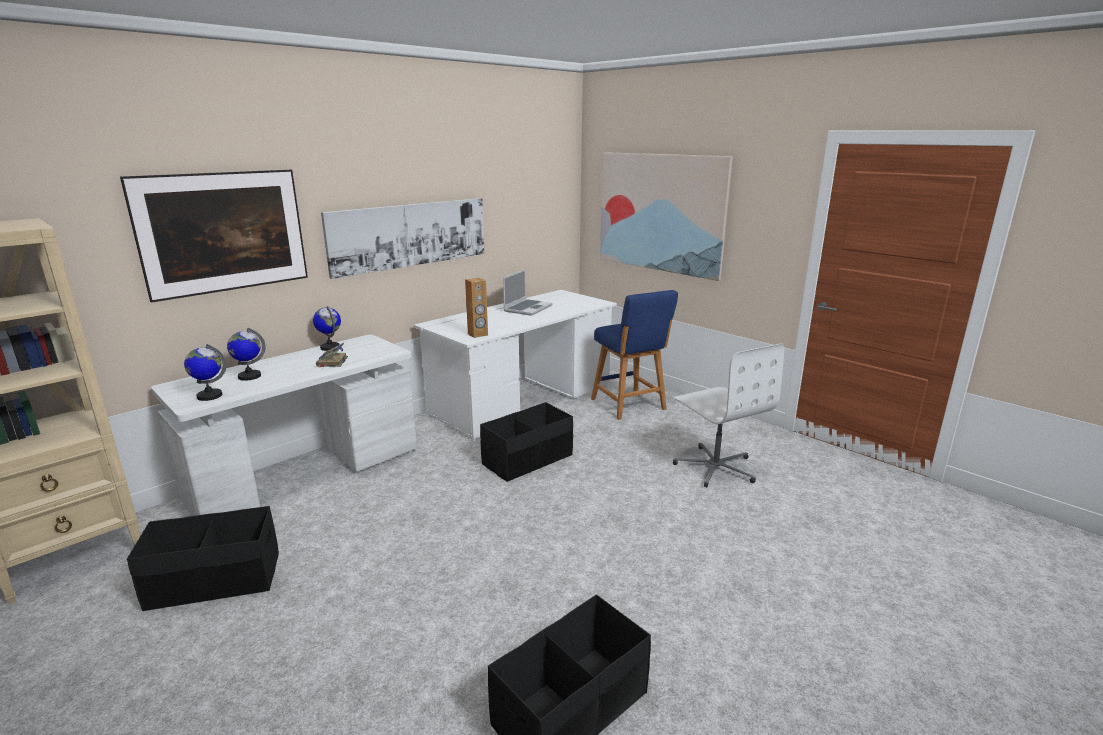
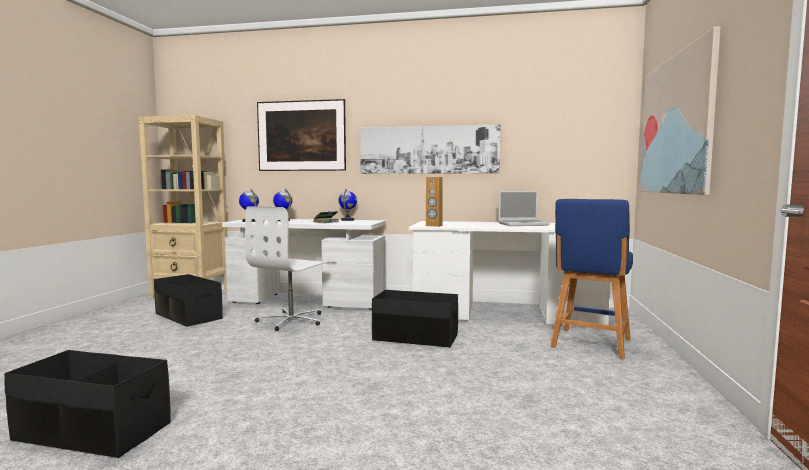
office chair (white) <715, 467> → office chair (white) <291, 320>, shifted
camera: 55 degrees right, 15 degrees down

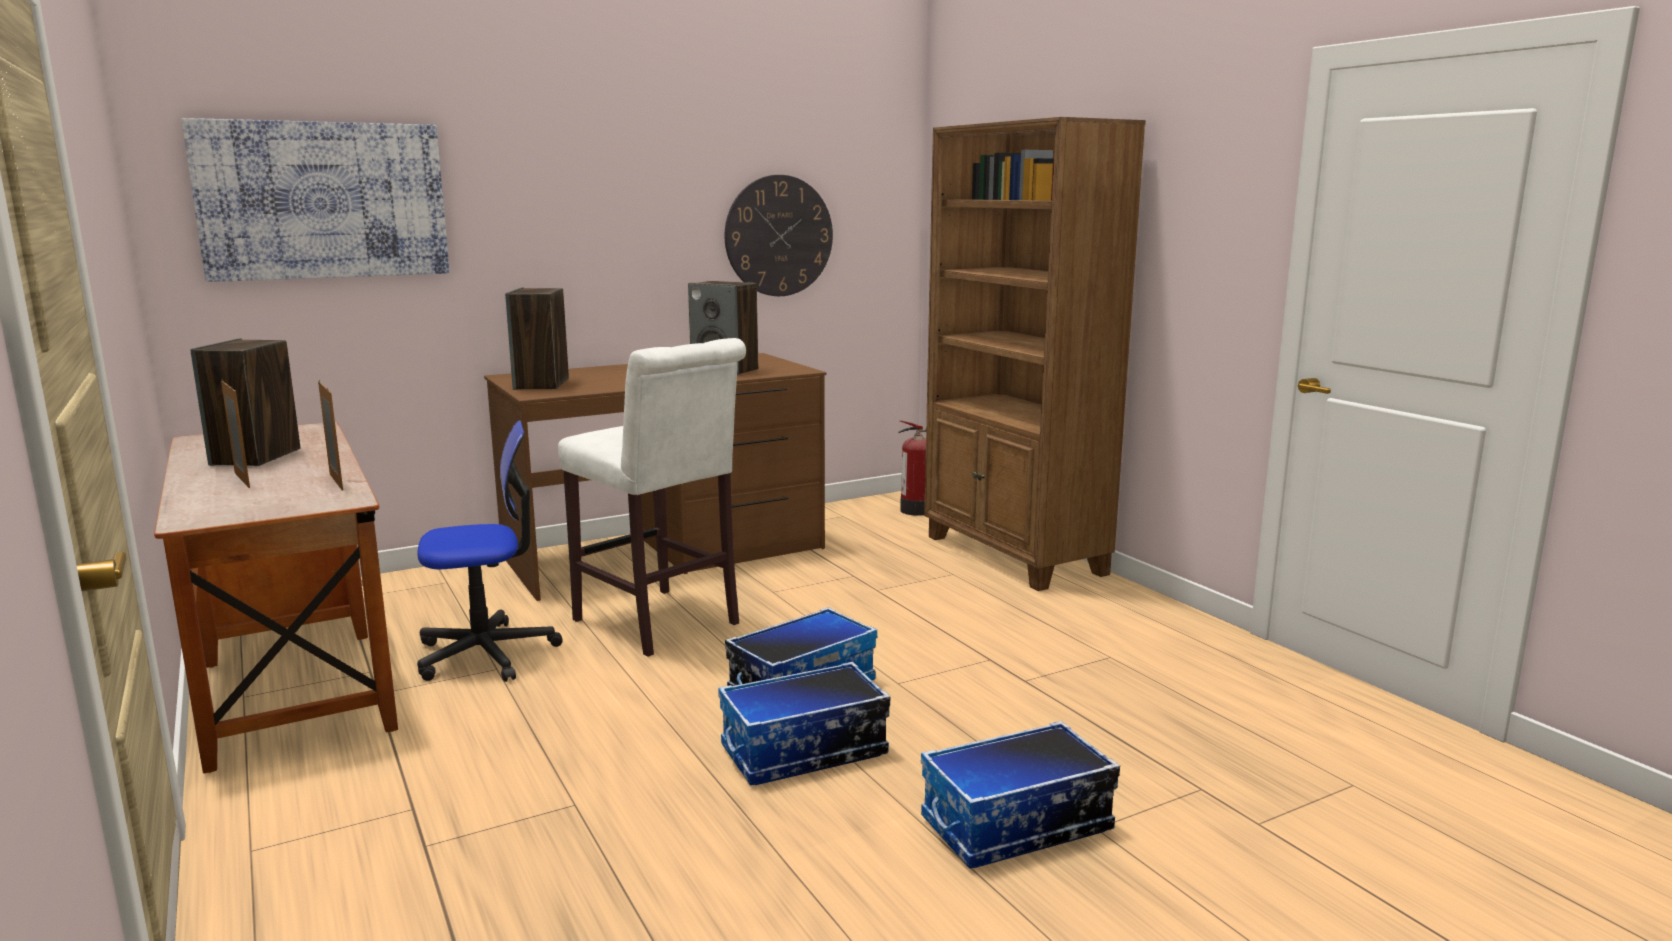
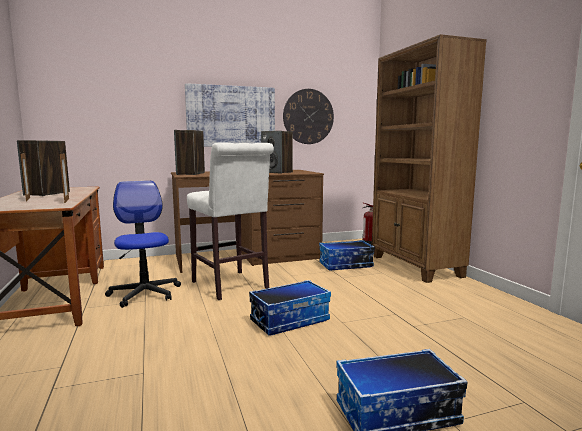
picture <323, 200> → picture <231, 116>, shifted
office chair <486, 654> → office chair <145, 294>, 105 degrees counterclockwise
storage box <804, 752> → storage box <345, 265>, shifted
camera: 10 degrees right, 5 degrees down

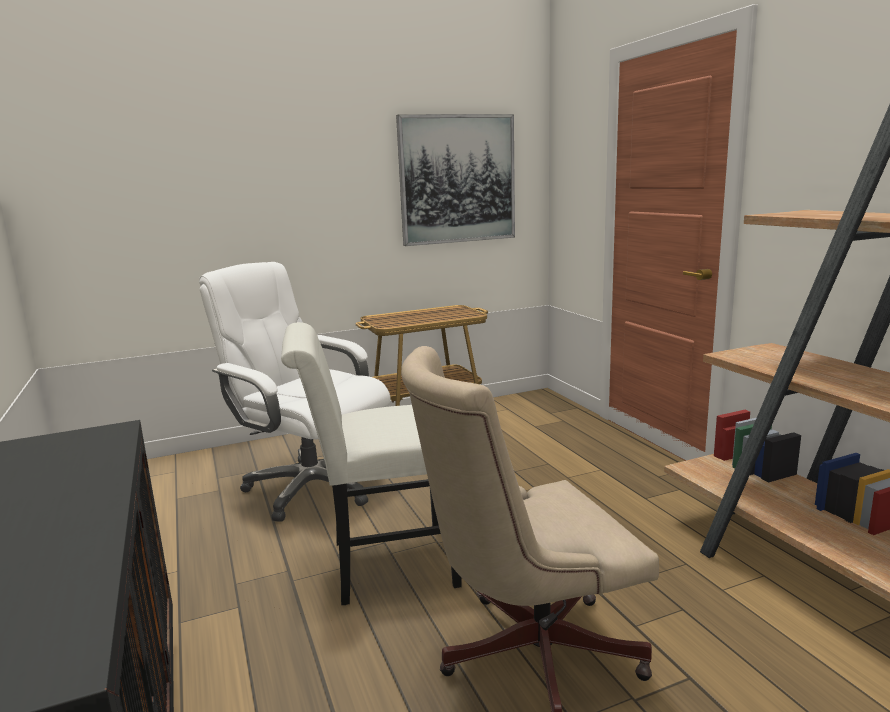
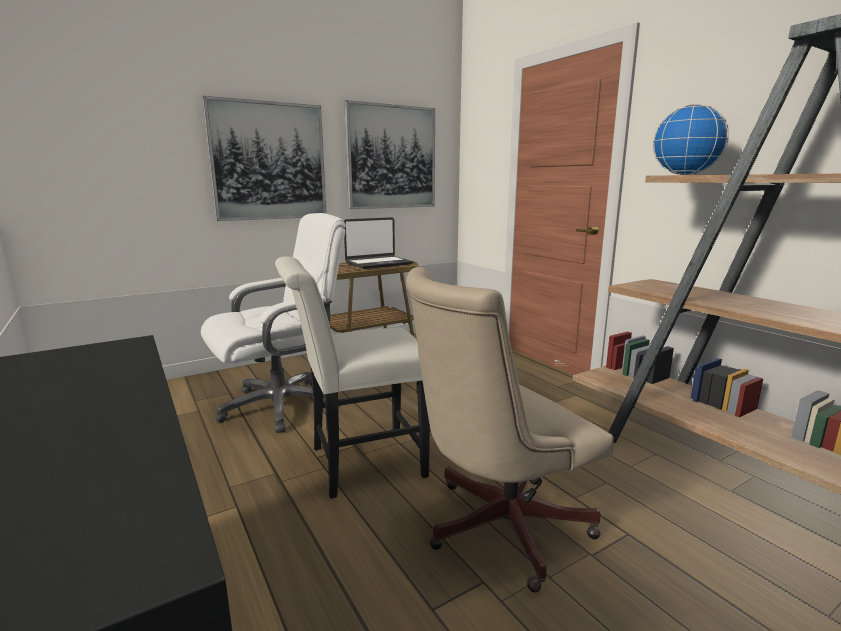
office chair (white) <310, 487> → office chair (white) <281, 405>, 120 degrees clockwise
- → picture <269, 161>
- → laptop <378, 263>
- → globe <685, 174>
camera: 10 degrees left, 0 degrees up

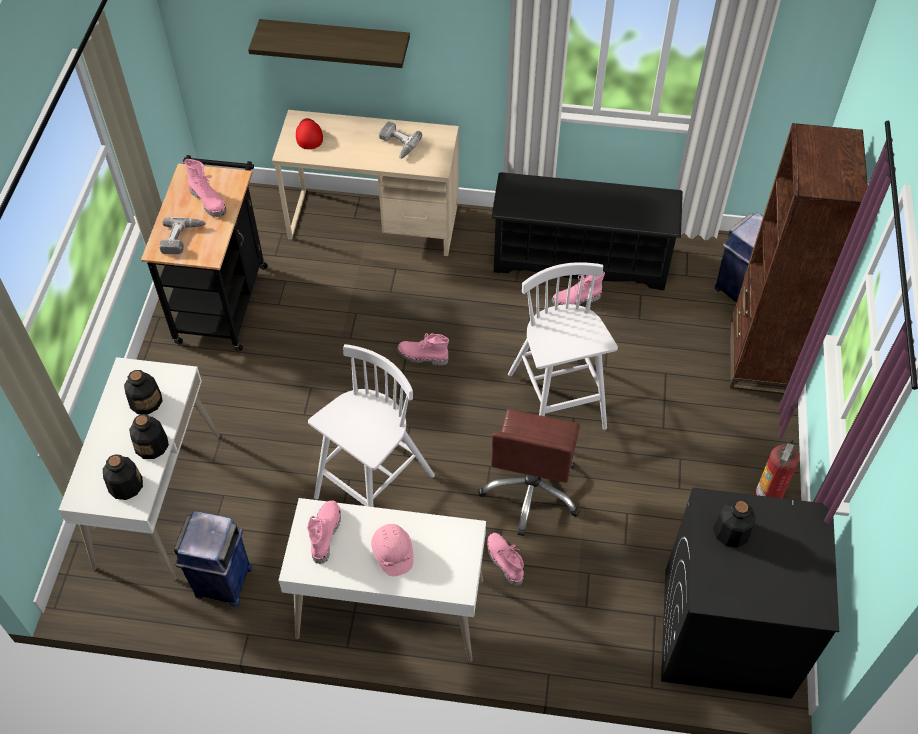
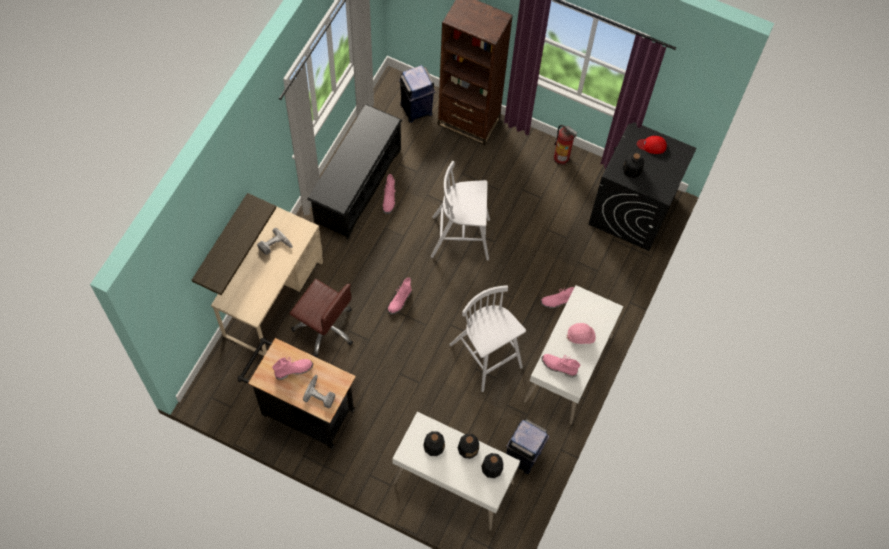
cap (red) <309, 135> → cap (red) <652, 145>, shifted
office chair (brown) <531, 491> → office chair (brown) <325, 327>, shifted
camera: 75 degrees left, 10 degrees up

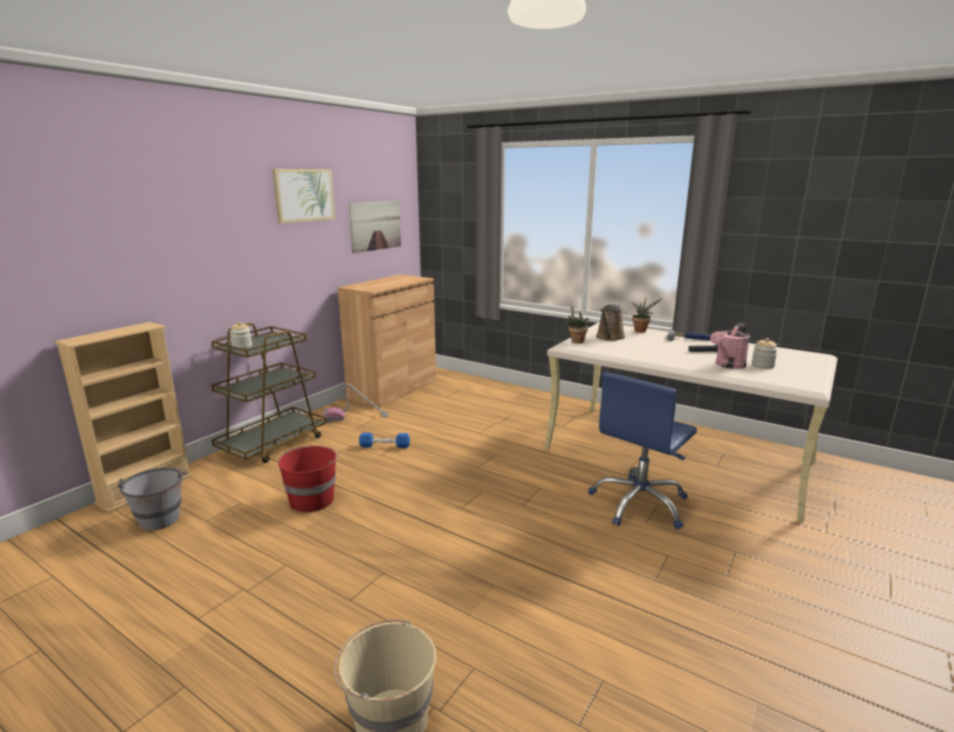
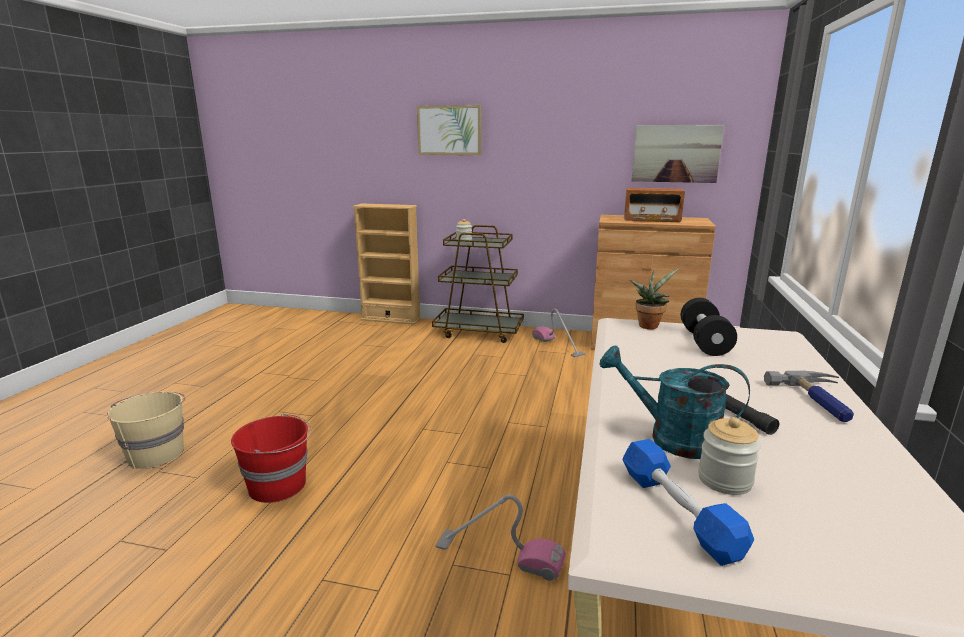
bucket (grey) <160, 516> → -
picture <304, 195> → picture <449, 130>, shifted
bucket (red) <312, 499> → bucket (red) <279, 485>, shifted
dumbbell (blue) <385, 446> → dumbbell (blue) <678, 512>, shifted
office chair (blue) <639, 504> → vacuum cleaner <499, 555>
watering can (brown) <609, 337> → dumbbell (black) <704, 342>
potted plant <641, 330> → -
watering can (pink) <728, 365> → watering can (turquoise) <671, 438>
- → radio <651, 220>
camera: 70 degrees right, 0 degrees up

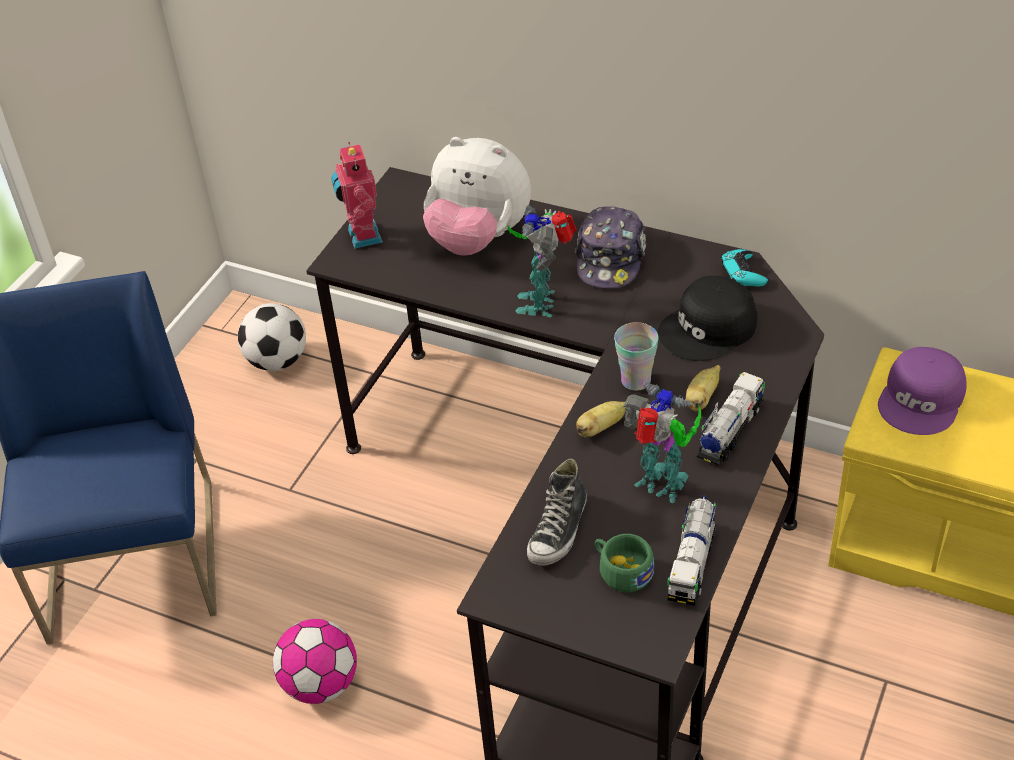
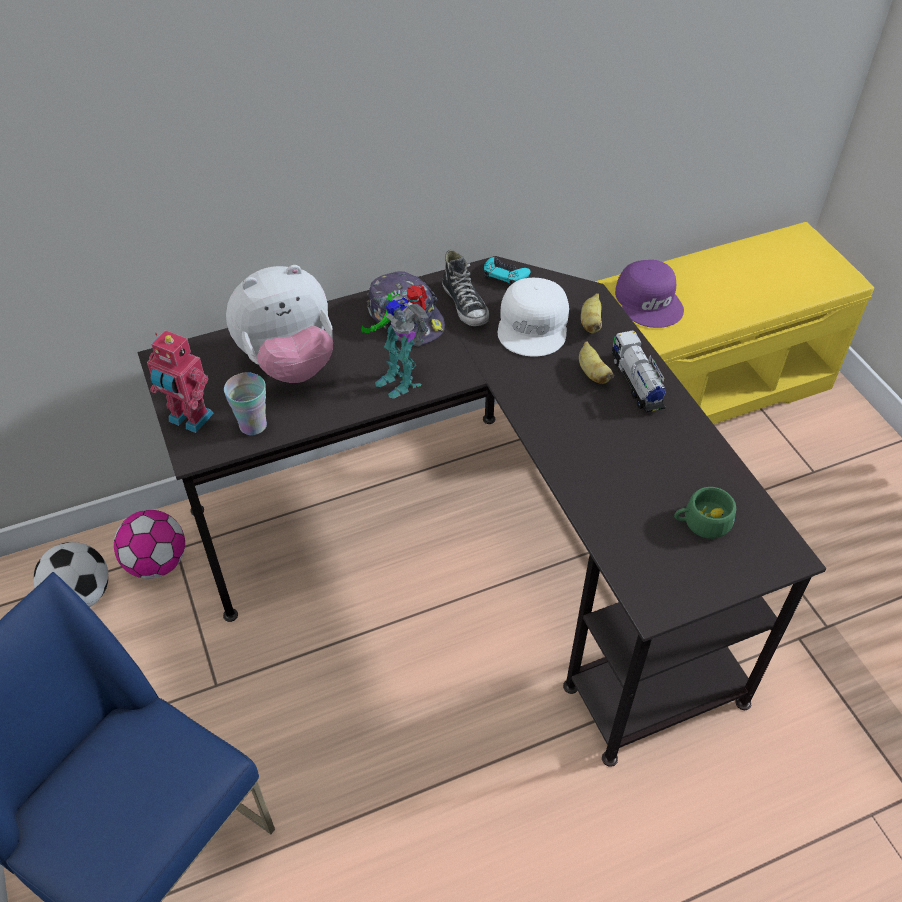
football <320, 684> → football <157, 563>, shifted
shoe <558, 531> → shoe <465, 305>, shifted
banana <601, 428> → banana <591, 323>, shifted
cup <636, 380> → cup <253, 425>, shifted
toy robot <662, 487> → -
cap (black) <708, 329> → cap (white) <534, 325>
toy truck <692, 563> → -
camera: 50 degrees left, 5 degrees up

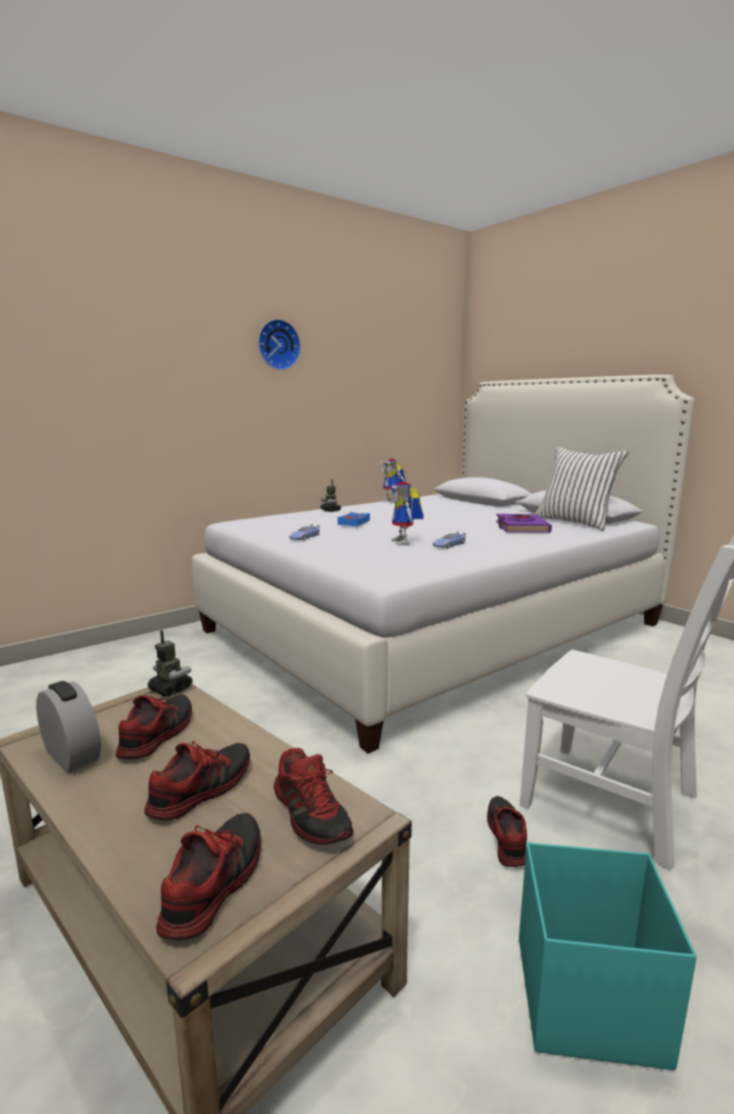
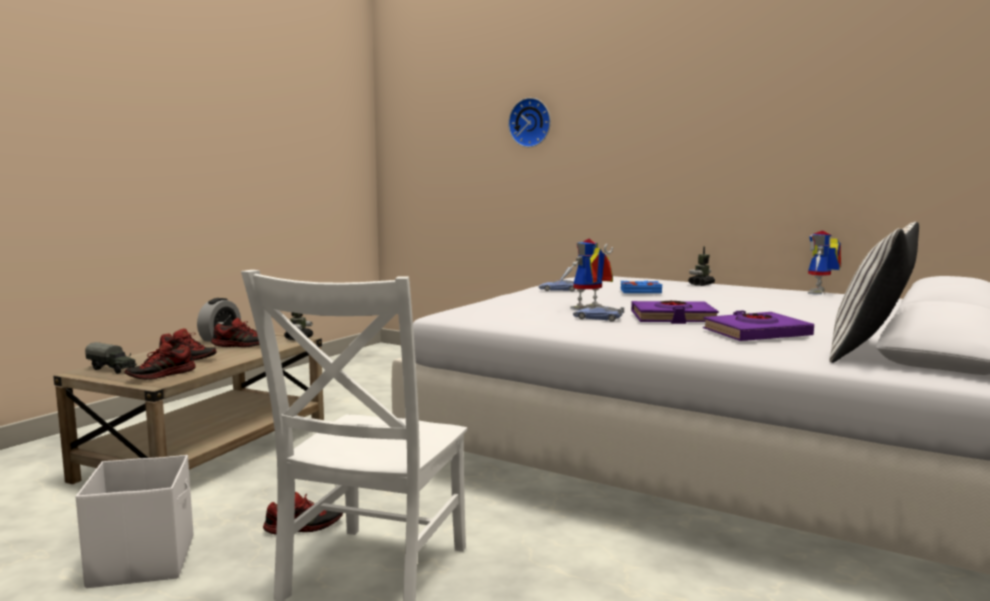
shoe <213, 884> → toy truck <112, 369>
wall clock <277, 345> → wall clock <531, 122>, shifted
storage box (turquoise) <586, 998> → storage box (white) <144, 560>
- → book (purple) <673, 318>
camera: 70 degrees right, 5 degrees down

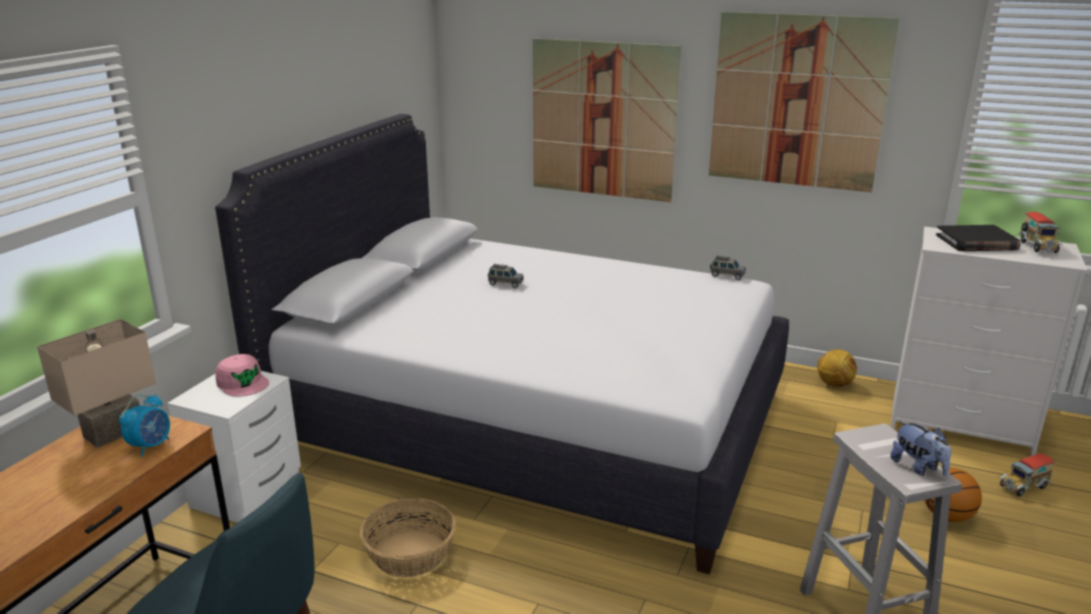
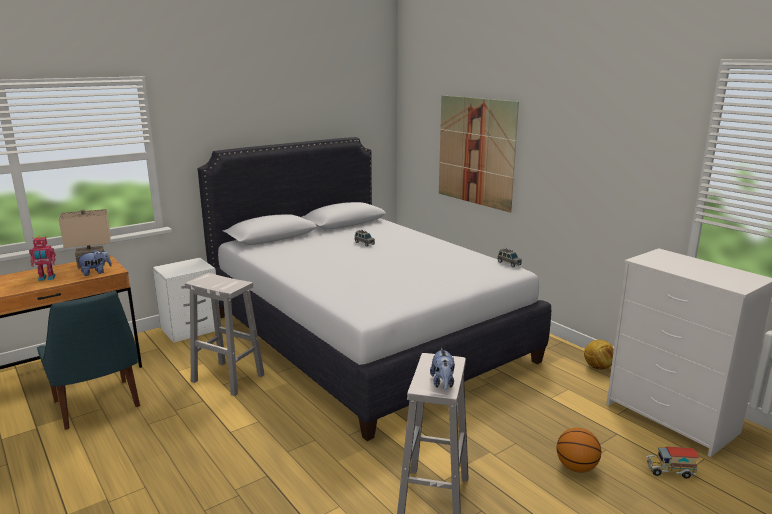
alarm clock <151, 446> → plush toy <96, 272>
cap (pink) <242, 382> → -
basket <409, 554> → stool (white) <227, 378>
picture <797, 102> → -
book (black) <976, 242> → -
toy truck <1036, 247> → -
- → toy robot <46, 278>
camera: 30 degrees right, 5 degrees down

